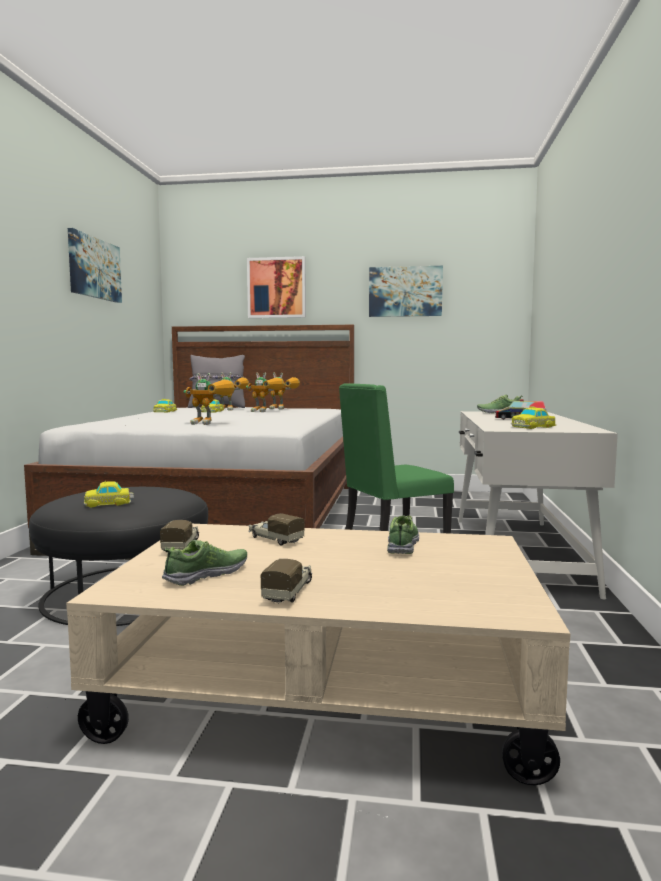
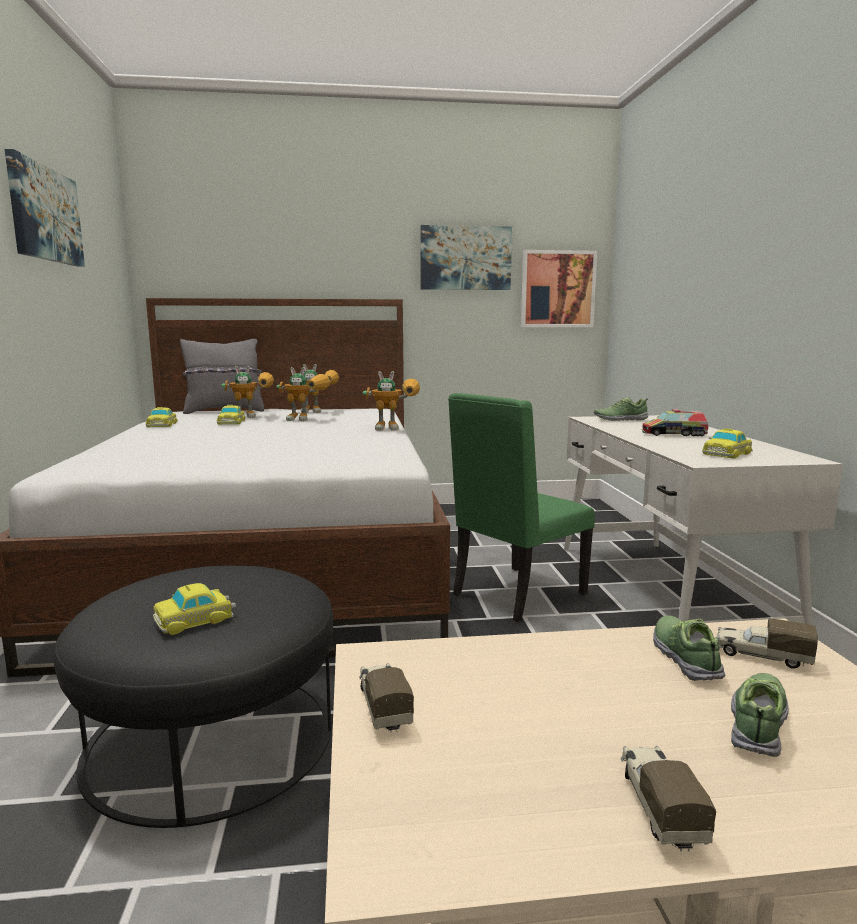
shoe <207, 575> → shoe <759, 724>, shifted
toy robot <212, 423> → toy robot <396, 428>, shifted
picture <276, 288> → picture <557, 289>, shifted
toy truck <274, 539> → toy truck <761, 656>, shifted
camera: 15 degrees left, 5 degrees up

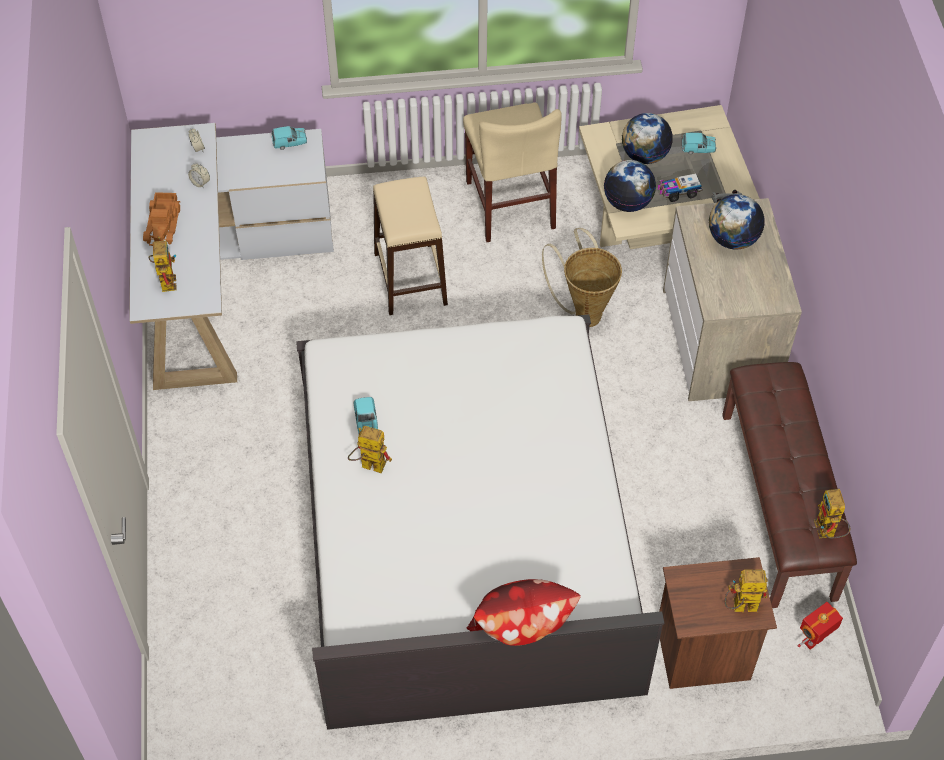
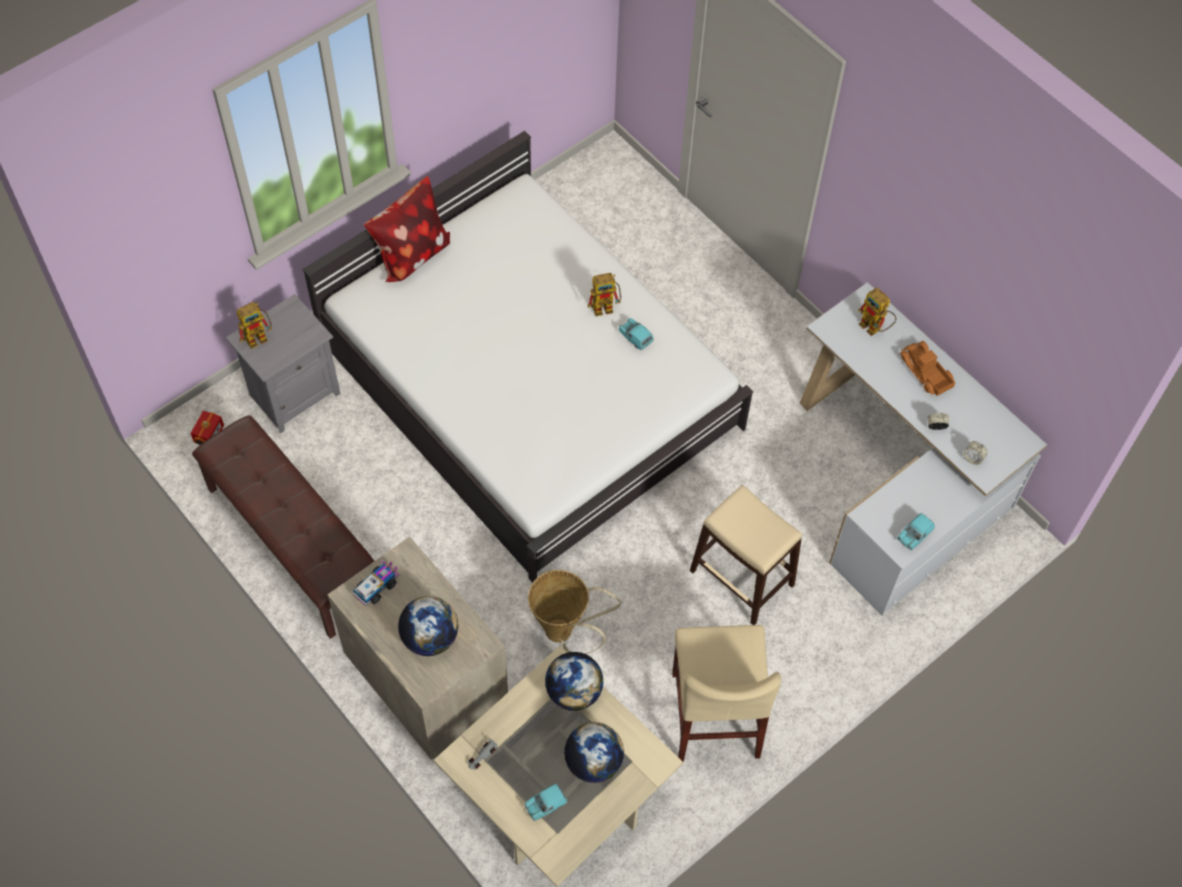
chair (beige) <510, 204> → chair (beige) <715, 714>, 135 degrees counterclockwise
toy truck <678, 192> → toy truck <377, 586>, shifted
nightstand (brown) <704, 655> → nightstand (grey) <293, 394>
toy robot <827, 532> → -
camera: 145 degrees right, 5 degrees up

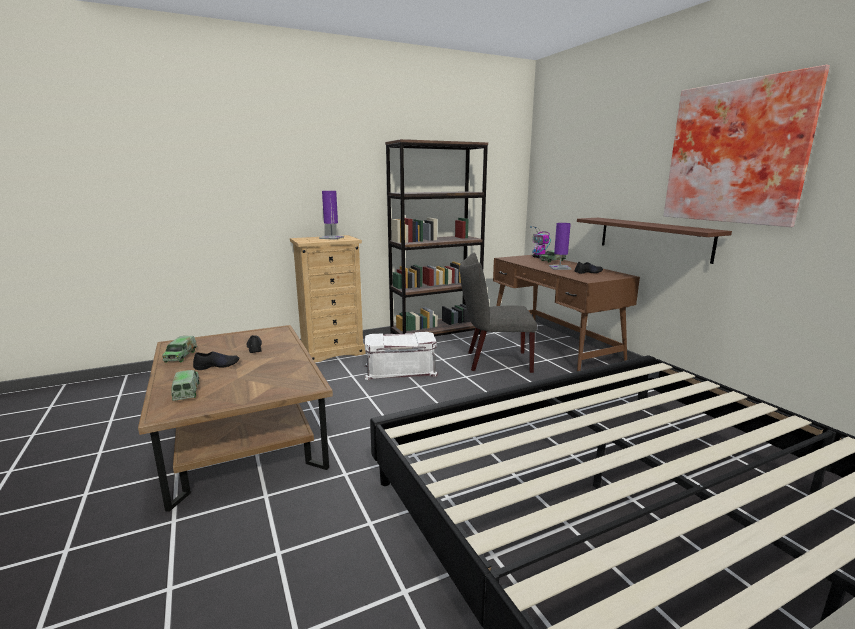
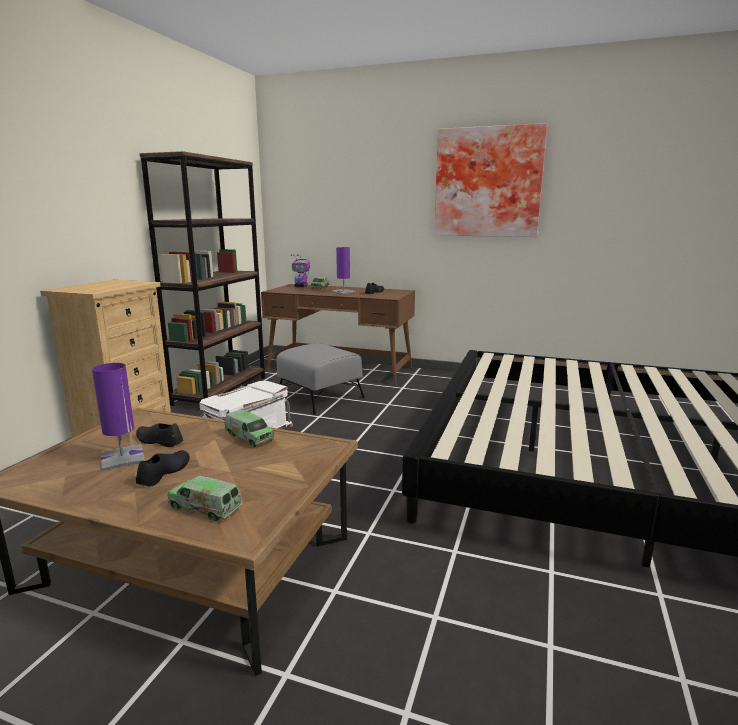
toy truck <181, 356> → toy truck <249, 437>, shifted
table lamp (purple) <331, 238> → table lamp (purple) <122, 458>, shifted
chair (grey) <494, 361> → ottoman (grey) <319, 397>
shelf (brown) <653, 238> → -
camera: 45 degrees left, 0 degrees up

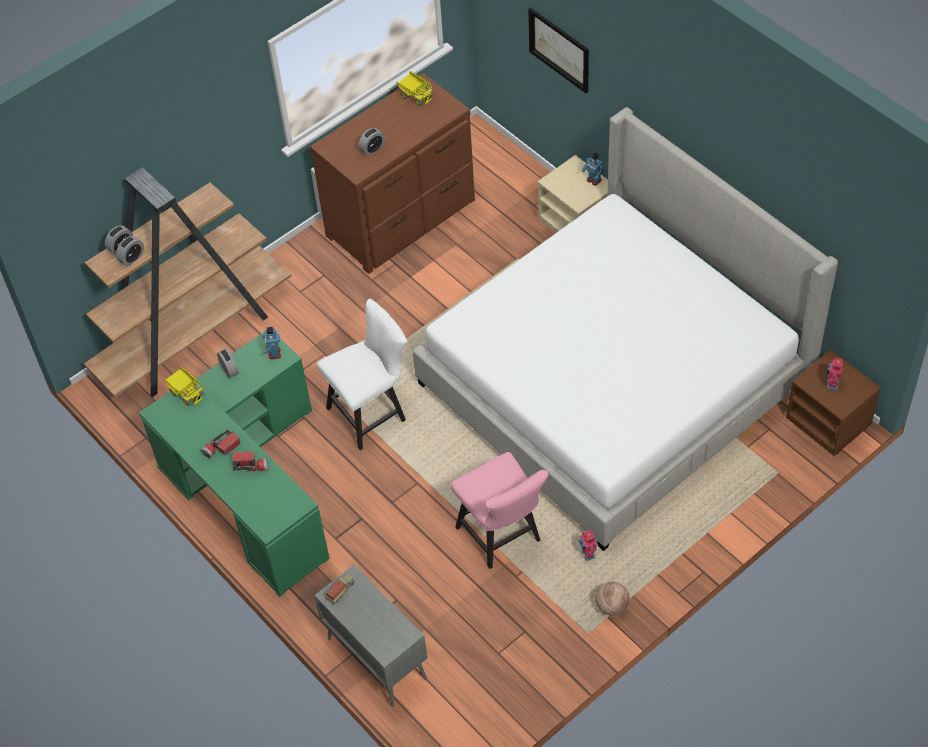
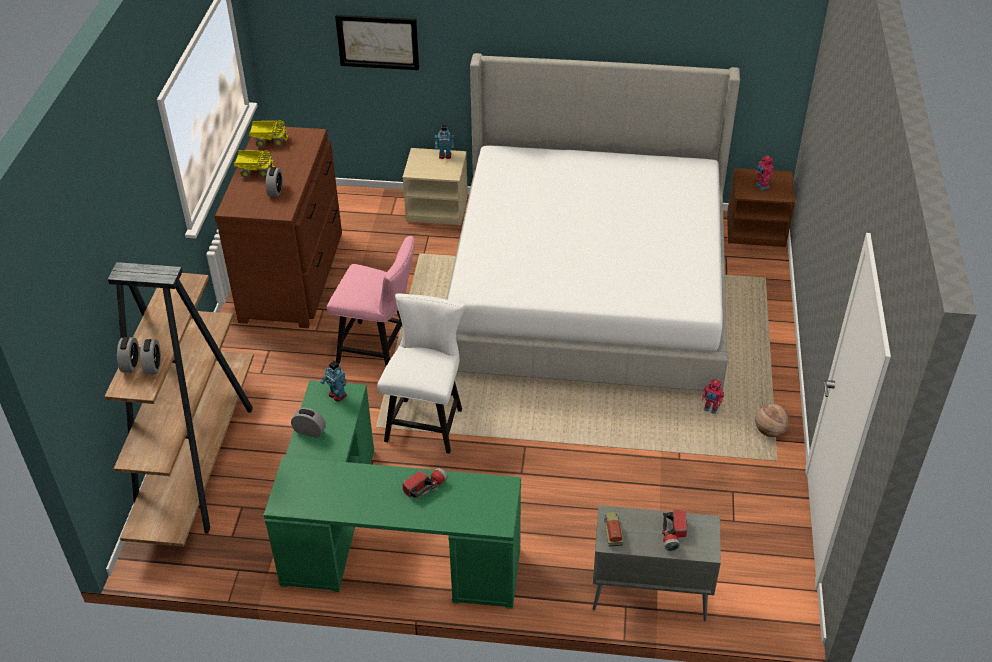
toy truck <186, 392> → toy truck <254, 171>, shifted
flashlight <221, 448> → flashlight <673, 534>, shifted
chair (pink) <502, 537> → chair (pink) <379, 349>, shifted
camera: 45 degrees left, 10 degrees down

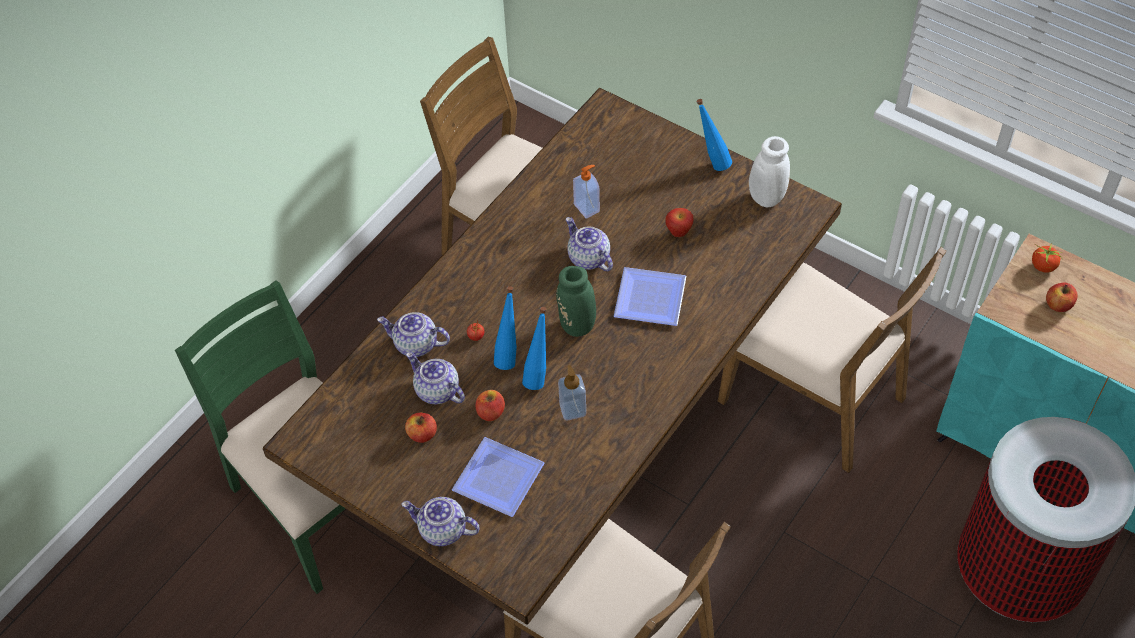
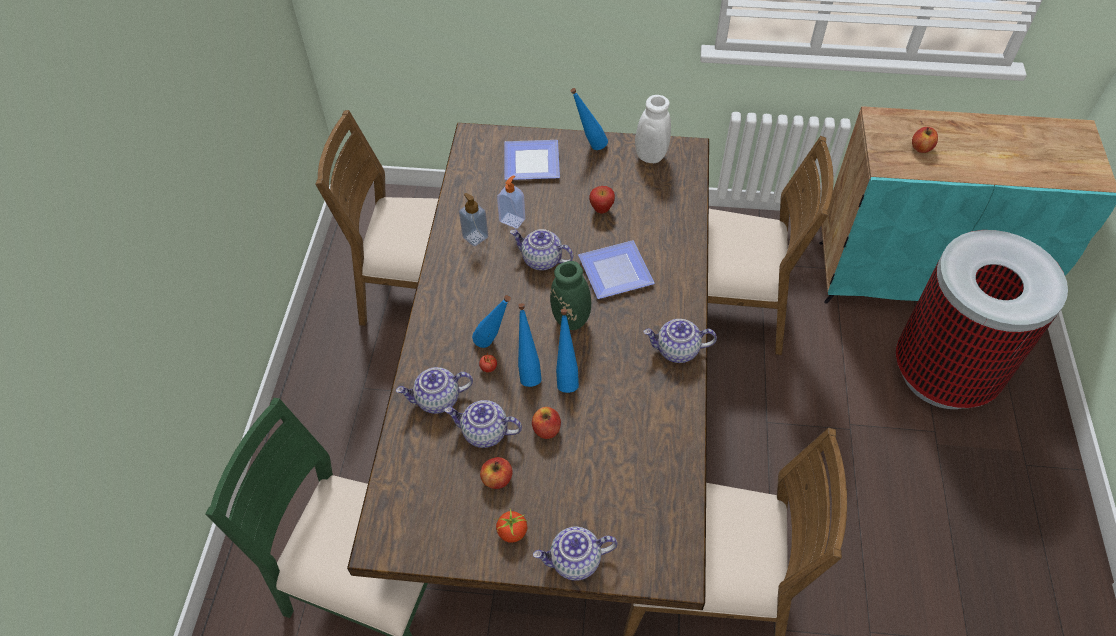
plate <502, 478> → plate <533, 161>, shifted
soap dispenser <572, 410> → soap dispenser <475, 237>, shifted
tomato <1043, 266> → tomato <512, 532>, shifted
- → bottle (blue) <494, 343>
- → teapot <677, 350>
camera: 30 degrees left, 0 degrees up

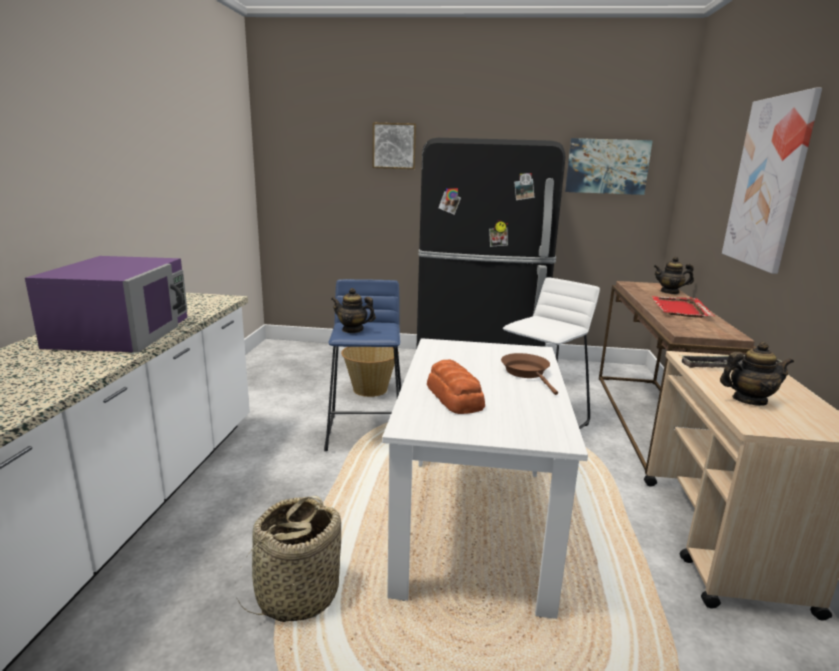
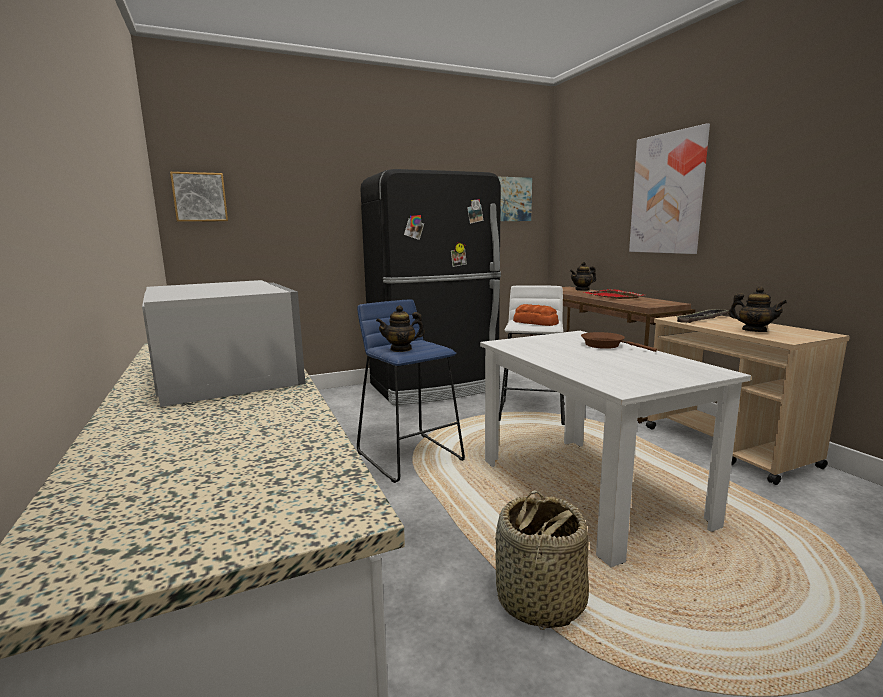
microwave (purple) <122, 331> → microwave (white) <226, 374>
basket <370, 389> → -
picture <394, 146> → picture <200, 197>, shifted
bread <454, 397> → bread <536, 323>, shifted
teapot <749, 400> → teapot <754, 331>, 75 degrees clockwise
camera: 30 degrees left, 5 degrees down

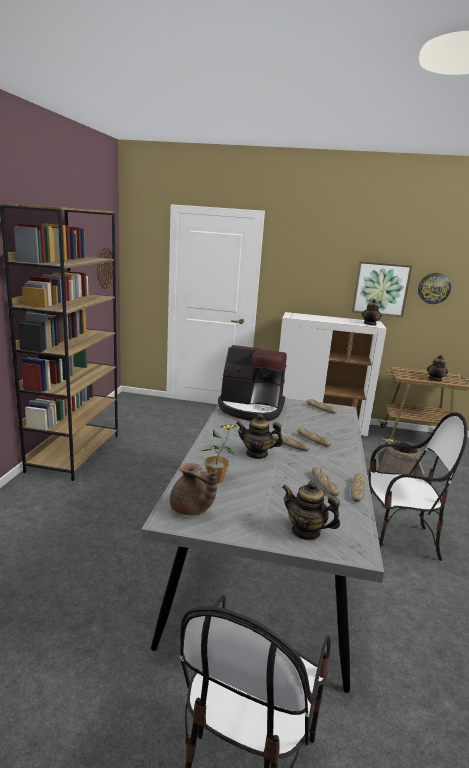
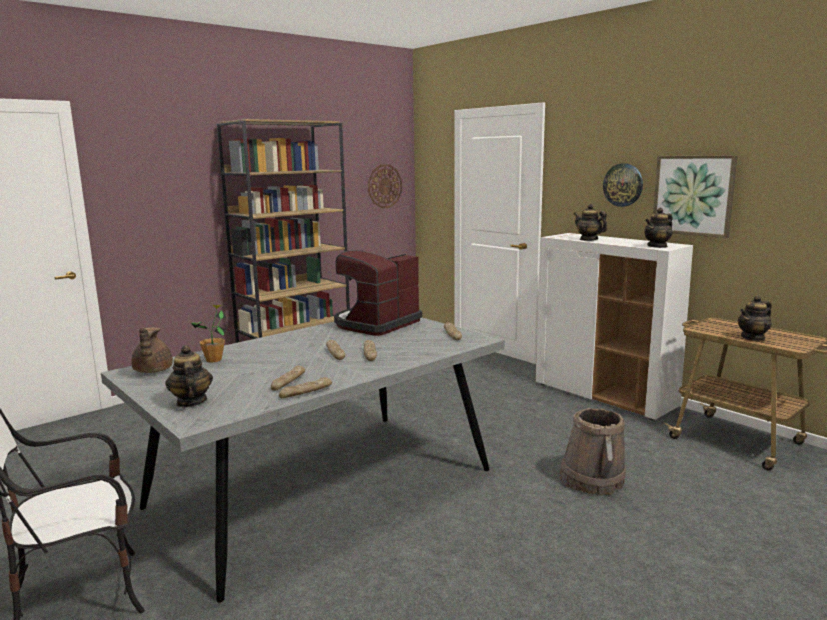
coffee machine <251, 408> → coffee machine <376, 324>, 75 degrees clockwise
teapot <257, 454> → teapot <588, 239>, shifted
chair <397, 540> → -
wall clock <434, 288> → wall clock <623, 185>, shifted
camera: 40 degrees right, 5 degrees down

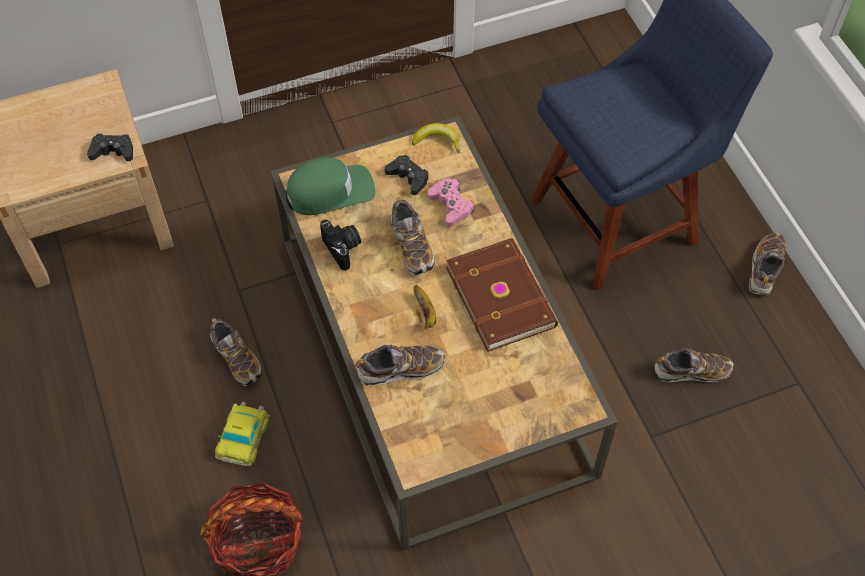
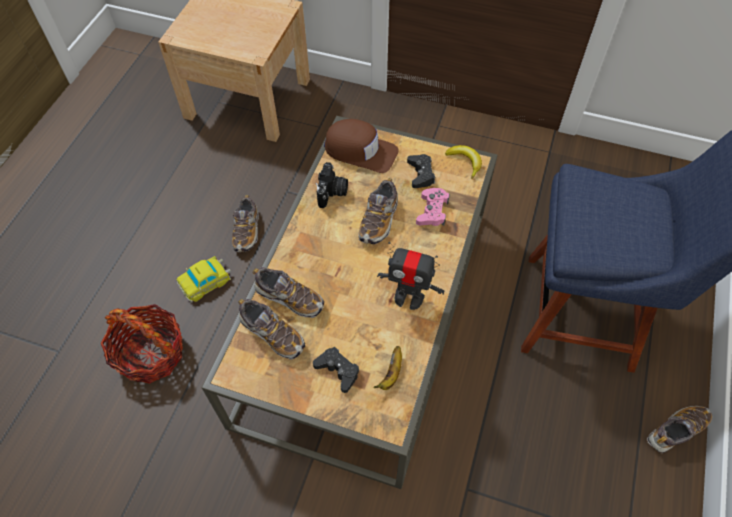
game controller (black) <113, 151> → game controller (black) <338, 370>, shifted
cap (green) <330, 191> → cap (brown) <360, 151>
banana <426, 313> → banana <391, 374>, shifted
book (brown) <502, 295> → toy robot <408, 297>
shoe <691, 371> → shoe <272, 334>, shifted
camera: 40 degrees right, 0 degrees up

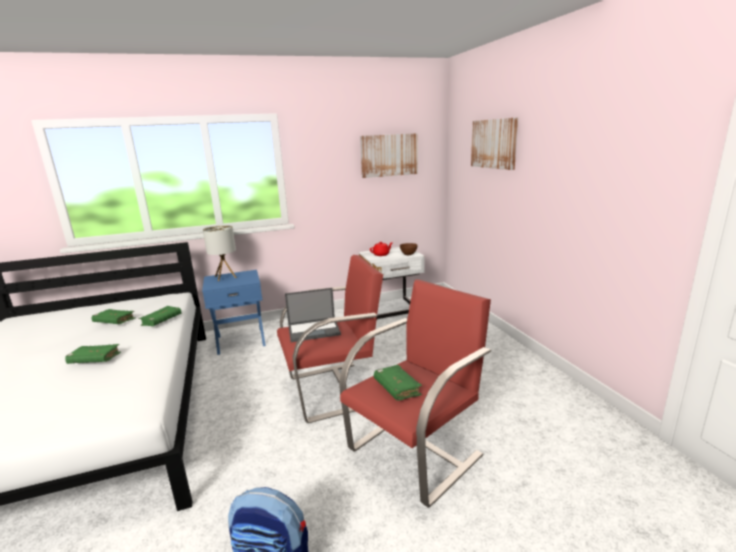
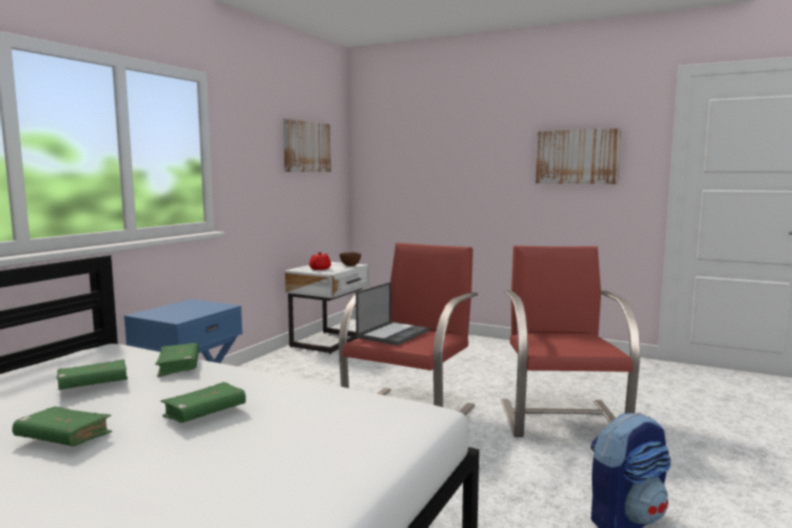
table lamp <225, 277> → -
book (green) <397, 388> → book (green) <63, 437>, shifted
picture <494, 144> → picture <577, 157>, shifted
camera: 45 degrees left, 10 degrees down

